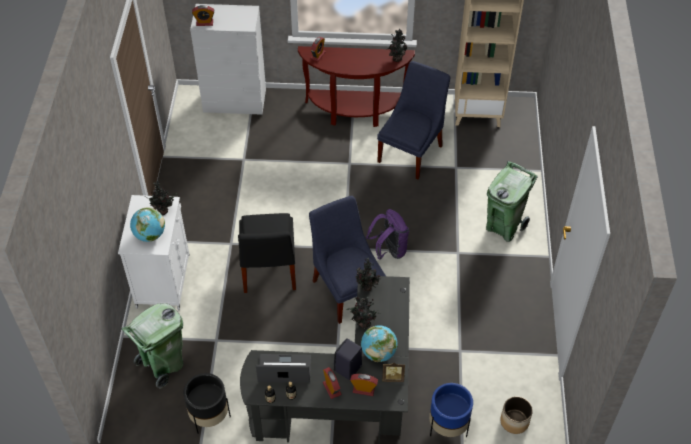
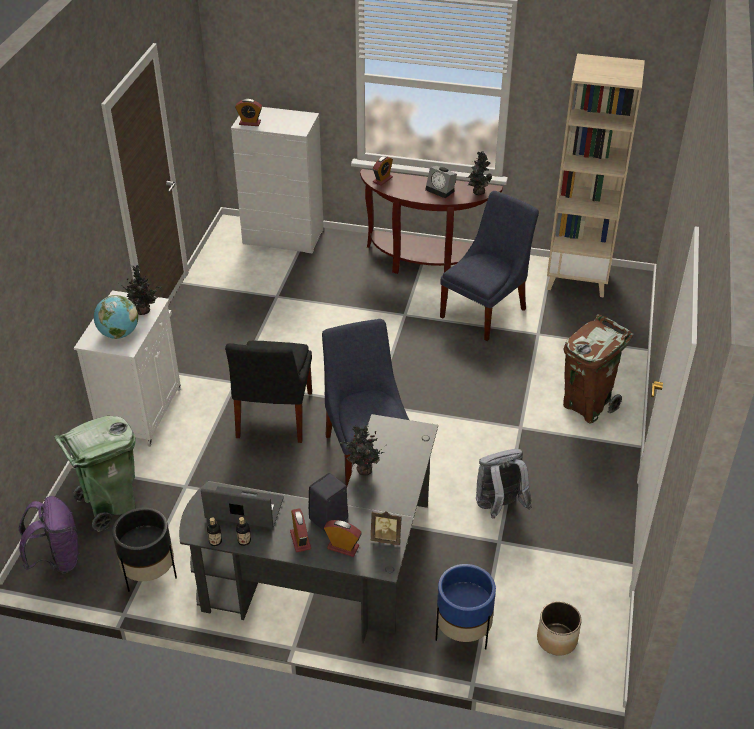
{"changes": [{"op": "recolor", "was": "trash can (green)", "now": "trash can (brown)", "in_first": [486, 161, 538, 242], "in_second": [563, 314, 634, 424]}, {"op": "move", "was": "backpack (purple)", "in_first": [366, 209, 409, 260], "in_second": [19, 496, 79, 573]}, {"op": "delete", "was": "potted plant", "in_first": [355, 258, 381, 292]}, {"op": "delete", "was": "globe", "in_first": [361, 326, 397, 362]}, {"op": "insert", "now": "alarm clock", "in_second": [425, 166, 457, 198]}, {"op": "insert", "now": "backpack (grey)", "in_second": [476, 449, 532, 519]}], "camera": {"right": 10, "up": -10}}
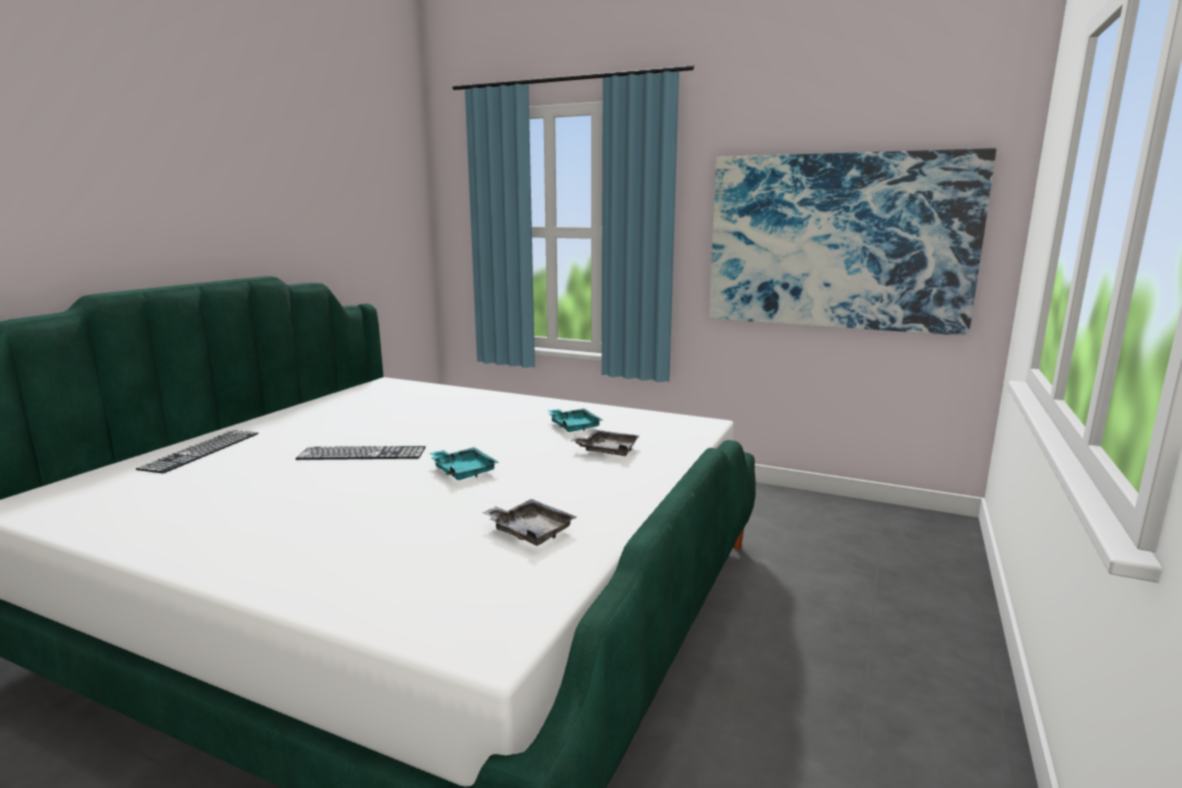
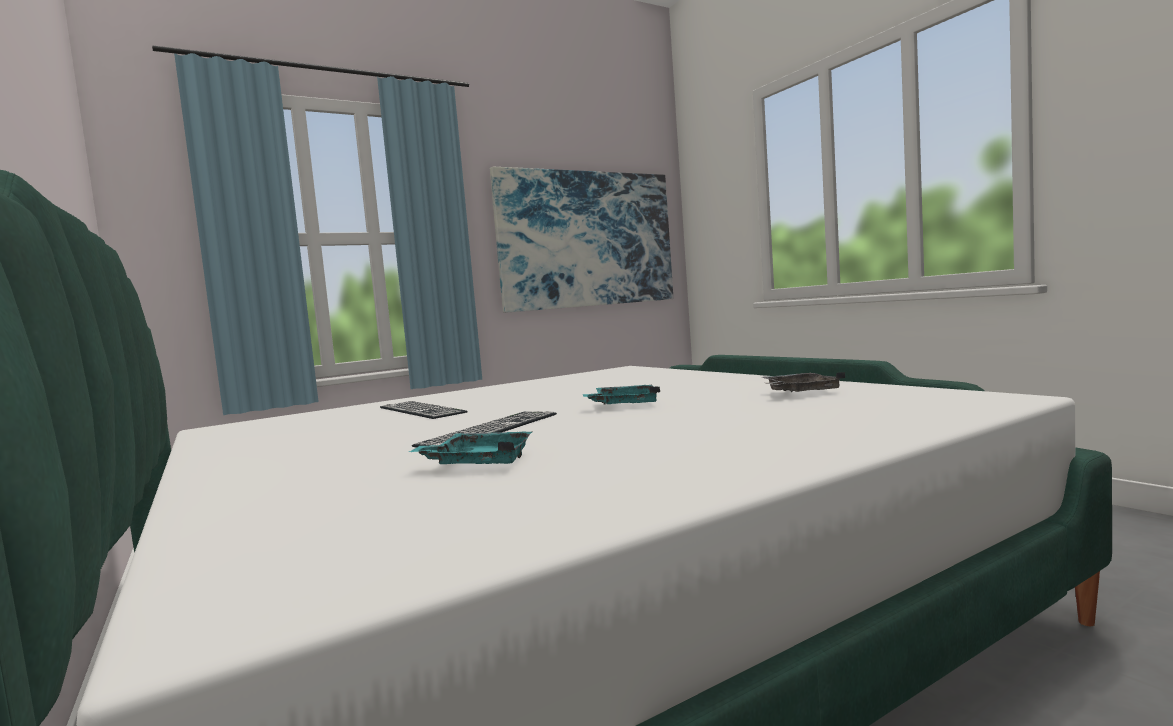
{"changes": [{"op": "move", "was": "tray (turquoise)", "in_first": [547, 408, 603, 432], "in_second": [409, 431, 532, 464]}, {"op": "move", "was": "keyboard", "in_first": [136, 430, 258, 473], "in_second": [380, 401, 468, 419]}, {"op": "delete", "was": "tray (grey)", "in_first": [571, 430, 639, 456]}], "camera": {"right": -55, "up": -10}}
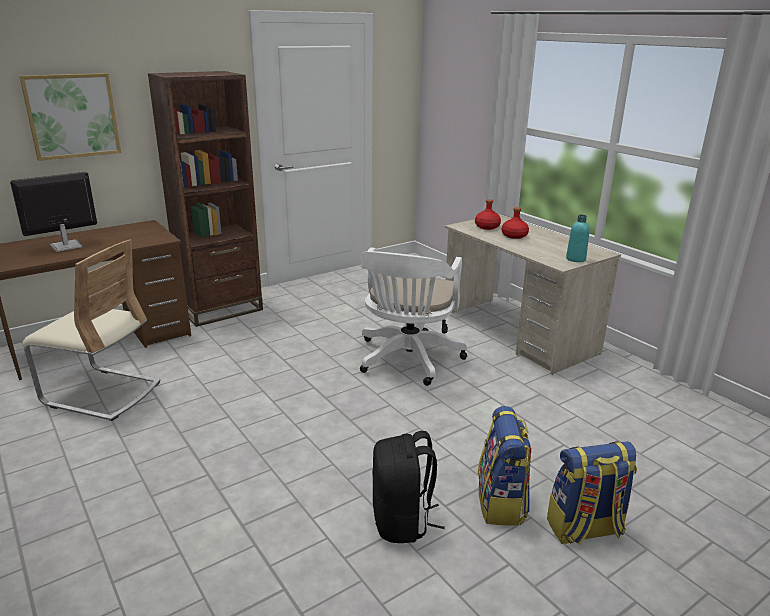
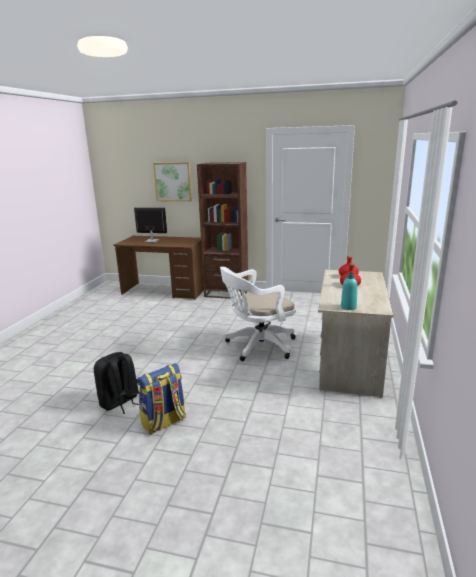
{"changes": [{"op": "delete", "was": "chair (beige)", "in_first": [22, 239, 161, 421]}, {"op": "delete", "was": "backpack", "in_first": [547, 441, 637, 545]}], "camera": {"right": 50, "up": -5}}
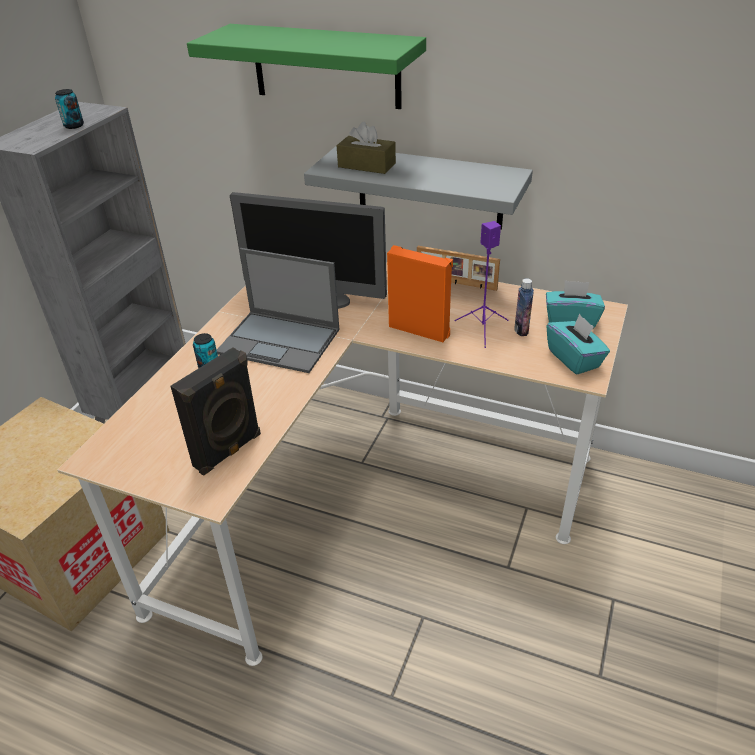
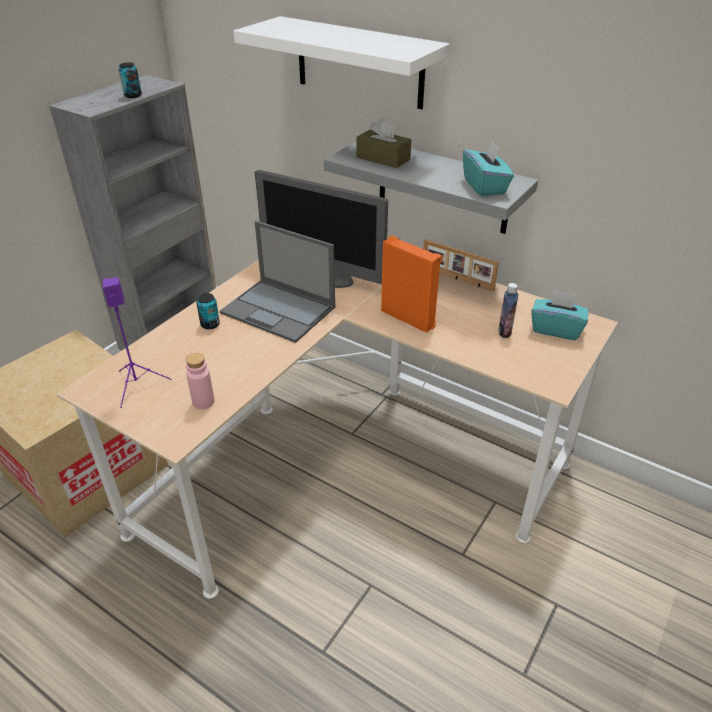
{"changes": [{"op": "recolor", "was": "shelf (green)", "now": "shelf (white)", "in_first": [187, 24, 426, 109], "in_second": [233, 16, 450, 109]}, {"op": "move", "was": "speaker (purple)", "in_first": [454, 221, 509, 348], "in_second": [103, 278, 172, 408]}, {"op": "move", "was": "tissue box (turquoise)", "in_first": [547, 314, 610, 374], "in_second": [463, 140, 514, 196]}, {"op": "replace", "was": "speaker (black)", "now": "bottle (pink)", "in_first": [170, 347, 261, 476], "in_second": [186, 353, 215, 409]}], "camera": {"right": 10, "up": 0}}
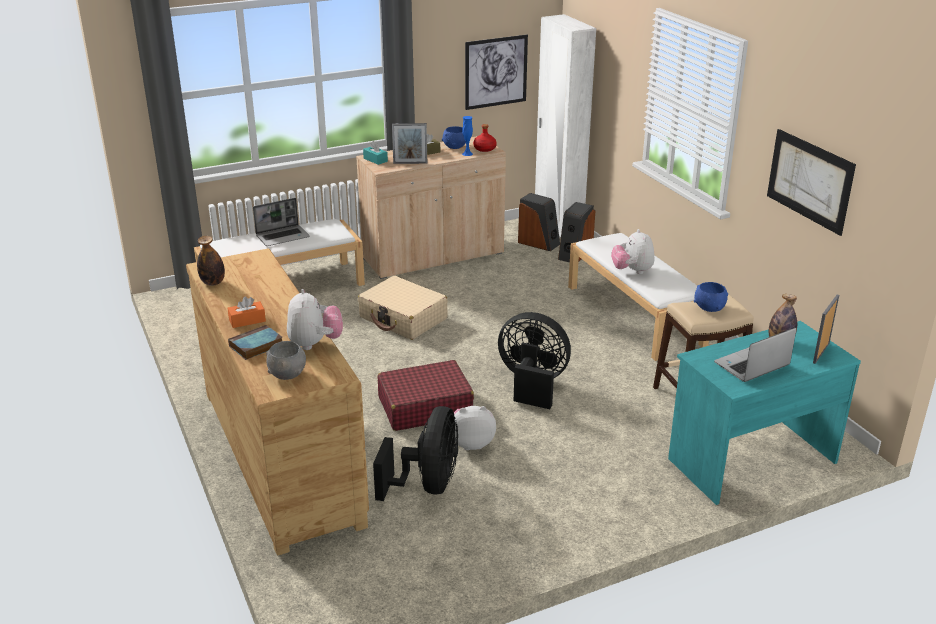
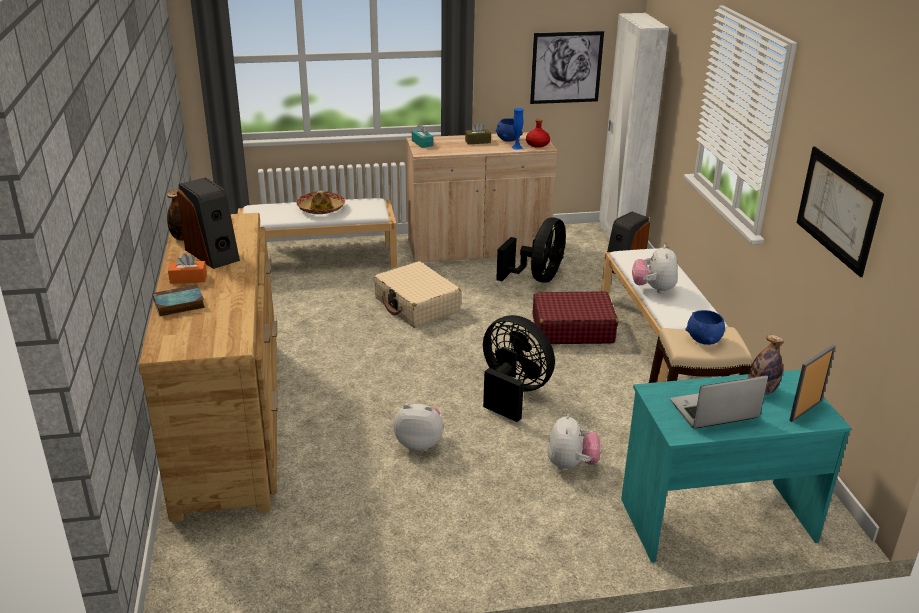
{"changes": [{"op": "delete", "was": "picture frame", "in_first": [392, 123, 427, 164]}, {"op": "move", "was": "speaker", "in_first": [518, 193, 560, 251], "in_second": [177, 177, 240, 269]}, {"op": "replace", "was": "laptop", "now": "hat", "in_first": [253, 198, 310, 246], "in_second": [296, 190, 345, 214]}, {"op": "move", "was": "plush toy", "in_first": [287, 289, 343, 350], "in_second": [547, 414, 601, 471]}, {"op": "delete", "was": "bowl (grey)", "in_first": [266, 341, 306, 380]}, {"op": "move", "was": "suitcase (red)", "in_first": [377, 360, 474, 431], "in_second": [532, 291, 618, 344]}, {"op": "move", "was": "fan (black)", "in_first": [373, 406, 458, 501], "in_second": [496, 217, 566, 283]}], "camera": {"right": 15, "up": 0}}
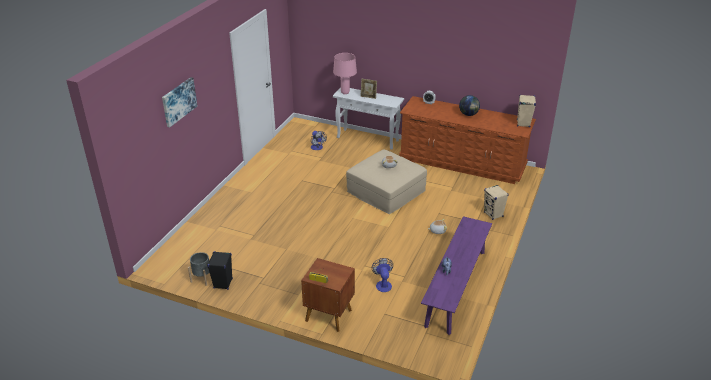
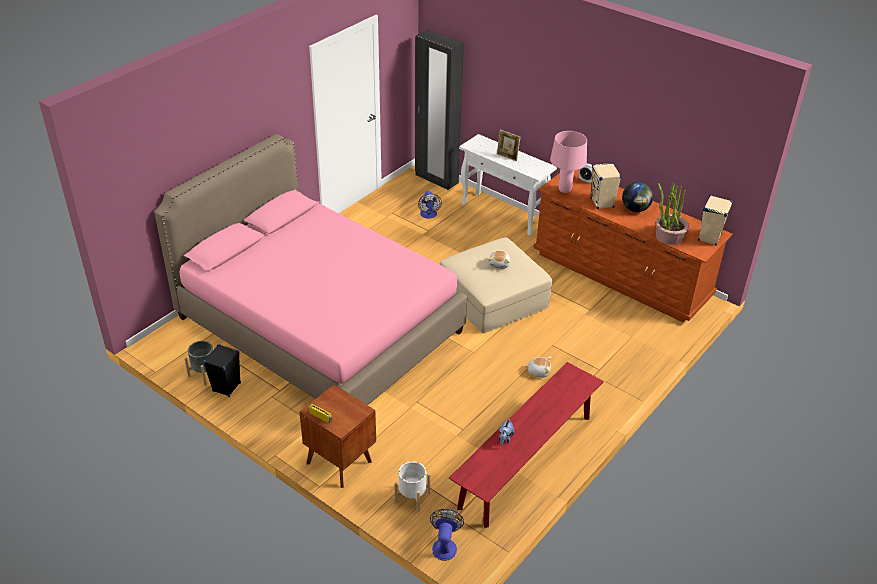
{"changes": [{"op": "move", "was": "table lamp (pink)", "in_first": [333, 53, 357, 94], "in_second": [550, 131, 587, 193]}, {"op": "delete", "was": "picture", "in_first": [162, 77, 197, 127]}, {"op": "move", "was": "speaker (beige)", "in_first": [484, 185, 509, 220], "in_second": [591, 163, 621, 209]}, {"op": "recolor", "was": "bench (purple)", "now": "bench (red)", "in_first": [421, 216, 492, 335], "in_second": [449, 362, 604, 528]}, {"op": "move", "was": "fan", "in_first": [372, 258, 393, 292], "in_second": [430, 509, 464, 561]}, {"op": "insert", "now": "wardrobe (black)", "in_second": [415, 30, 464, 190]}, {"op": "insert", "now": "bed (pink)", "in_second": [154, 134, 467, 405]}, {"op": "insert", "now": "potted plant", "in_second": [655, 183, 689, 245]}, {"op": "insert", "now": "planter (white)", "in_second": [394, 461, 430, 512]}], "camera": {"right": 15, "up": 5}}
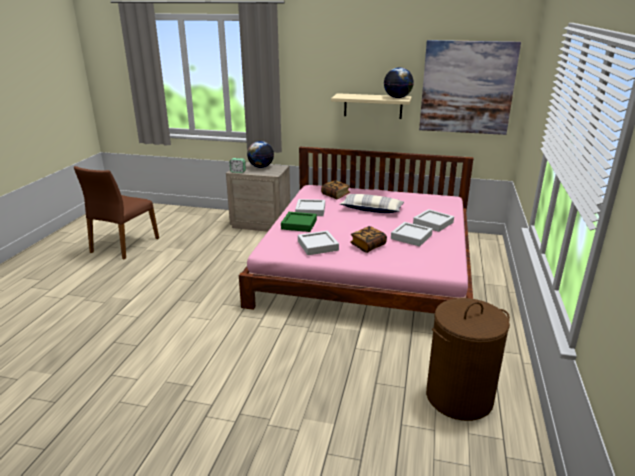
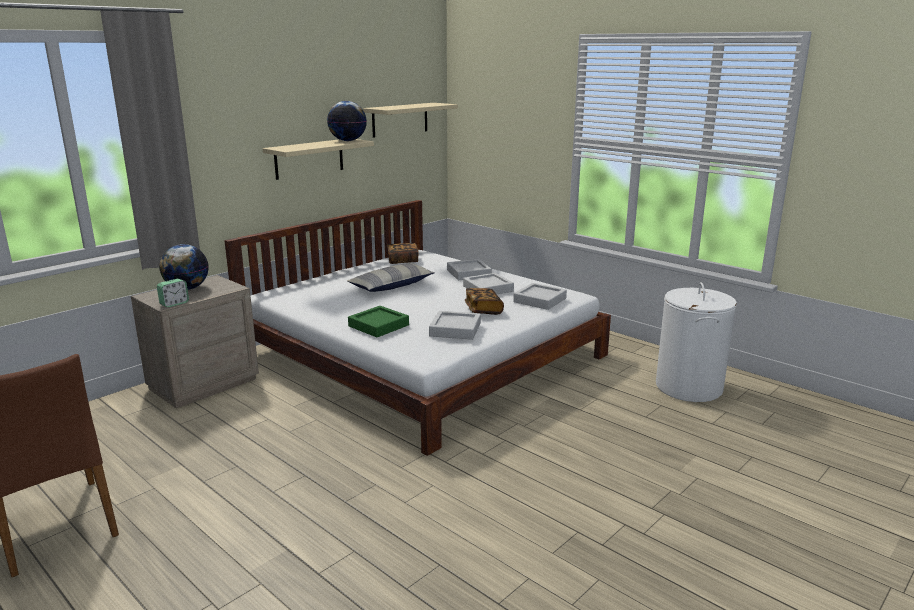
{"changes": [{"op": "replace", "was": "picture", "now": "shelf (beige)", "in_first": [419, 40, 521, 135], "in_second": [363, 103, 458, 138]}, {"op": "recolor", "was": "bed (pink)", "now": "bed (white)", "in_first": [239, 147, 473, 314], "in_second": [224, 200, 611, 456]}, {"op": "move", "was": "book", "in_first": [321, 180, 350, 199], "in_second": [387, 243, 419, 264]}, {"op": "move", "was": "tray (grey)", "in_first": [295, 199, 325, 216], "in_second": [513, 283, 567, 310]}, {"op": "recolor", "was": "laundry basket (brown)", "now": "laundry basket (white)", "in_first": [426, 298, 510, 421], "in_second": [656, 282, 737, 402]}], "camera": {"right": -60, "up": -5}}
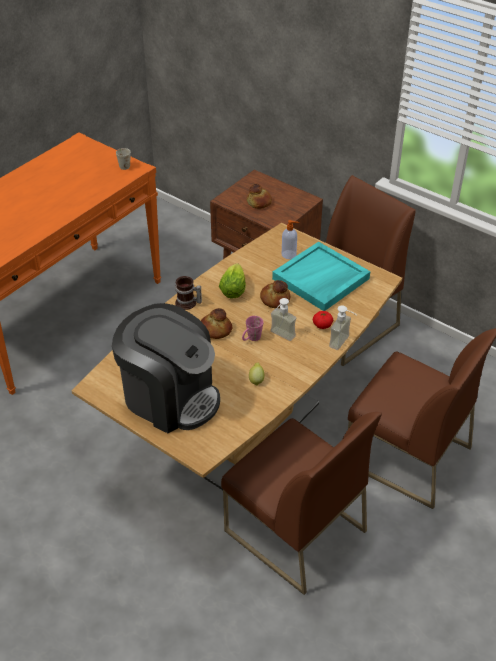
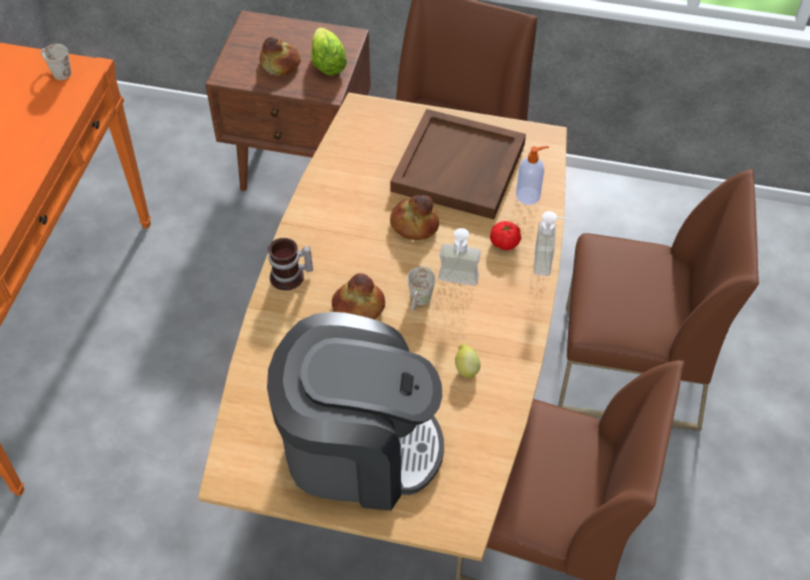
{"changes": [{"op": "move", "was": "soap dispenser", "in_first": [282, 220, 299, 259], "in_second": [516, 146, 549, 205]}, {"op": "recolor", "was": "tray (turquoise)", "now": "tray (brown)", "in_first": [272, 241, 370, 311], "in_second": [390, 109, 526, 219]}, {"op": "move", "was": "lettuce", "in_first": [219, 263, 246, 298], "in_second": [311, 27, 347, 75]}, {"op": "recolor", "was": "mug (pink)", "now": "mug (white)", "in_first": [242, 316, 263, 341], "in_second": [407, 267, 436, 311]}], "camera": {"right": -25, "up": 10}}
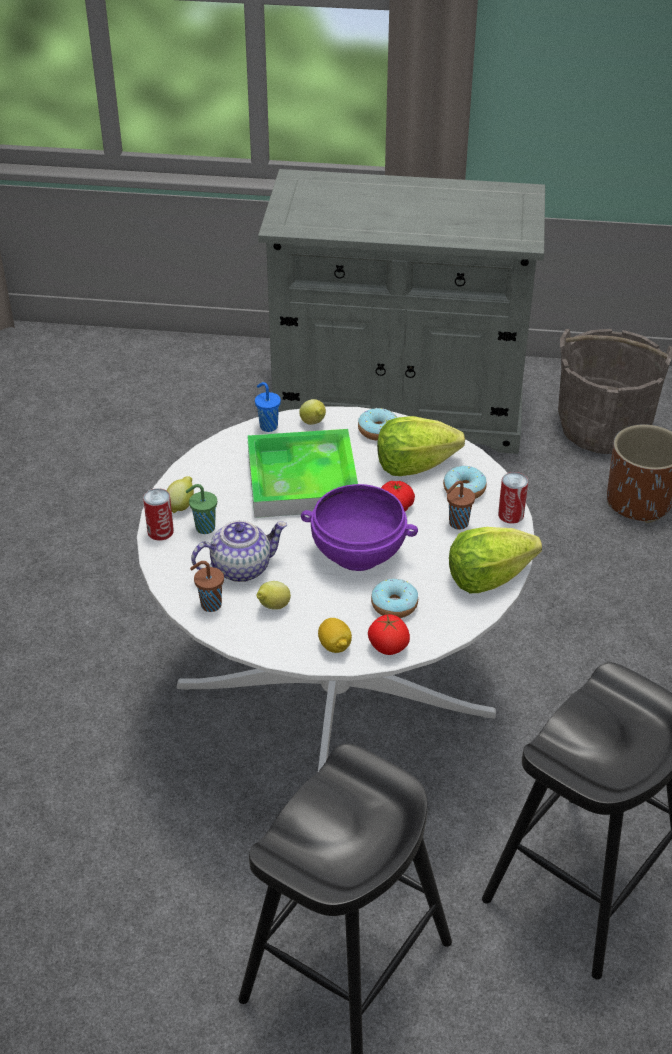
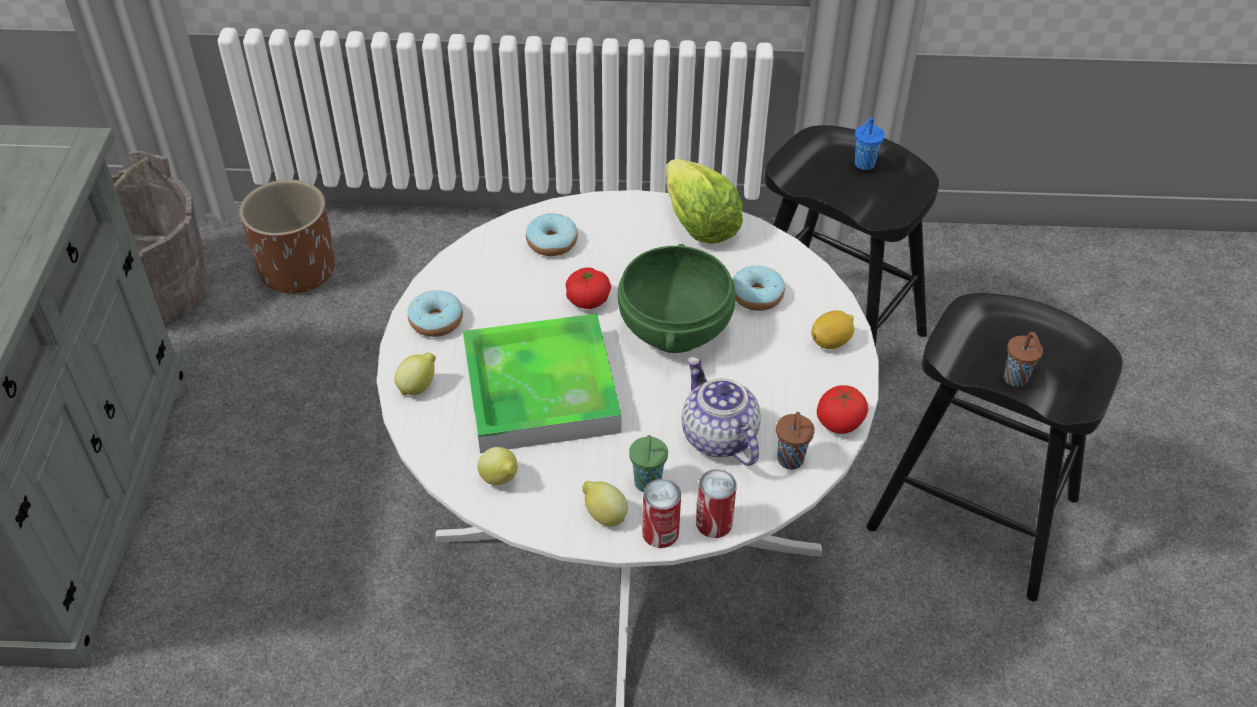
{"changes": [{"op": "move", "was": "cup (blue)", "in_first": [255, 382, 281, 432], "in_second": [855, 117, 885, 170]}, {"op": "delete", "was": "lettuce", "in_first": [377, 416, 465, 476]}, {"op": "move", "was": "can", "in_first": [498, 472, 528, 524], "in_second": [696, 469, 737, 538]}, {"op": "move", "was": "cup (brown)", "in_first": [446, 481, 475, 530], "in_second": [1004, 332, 1043, 387]}, {"op": "recolor", "was": "bowl (purple)", "now": "bowl (green)", "in_first": [301, 484, 418, 571], "in_second": [618, 244, 736, 353]}, {"op": "move", "was": "lemon", "in_first": [256, 581, 291, 610], "in_second": [477, 447, 518, 485]}, {"op": "move", "was": "tomato", "in_first": [368, 614, 410, 655], "in_second": [817, 385, 868, 434]}], "camera": {"right": -95, "up": 5}}
